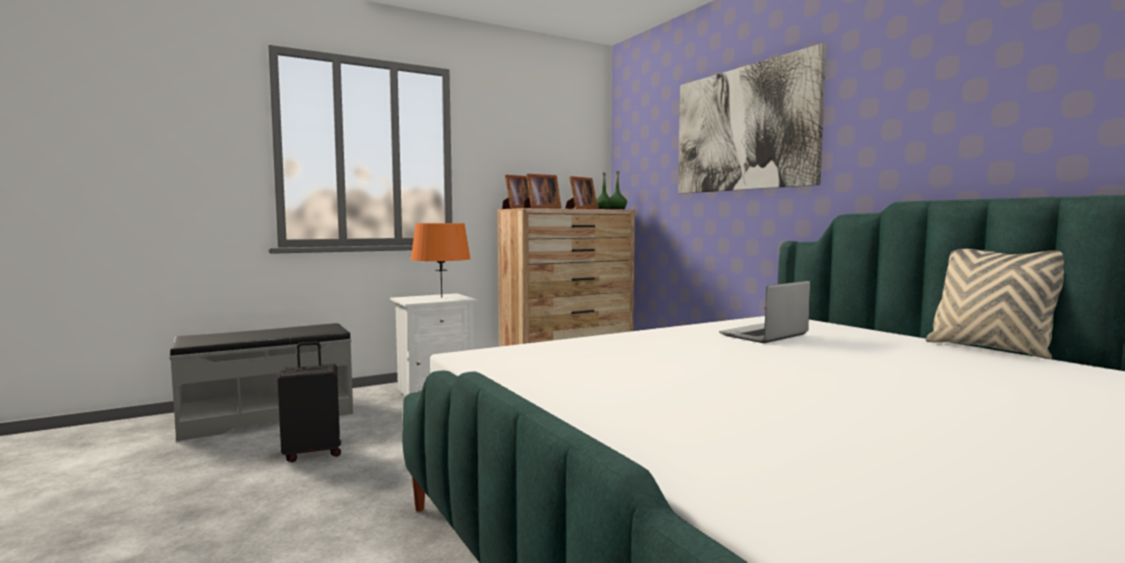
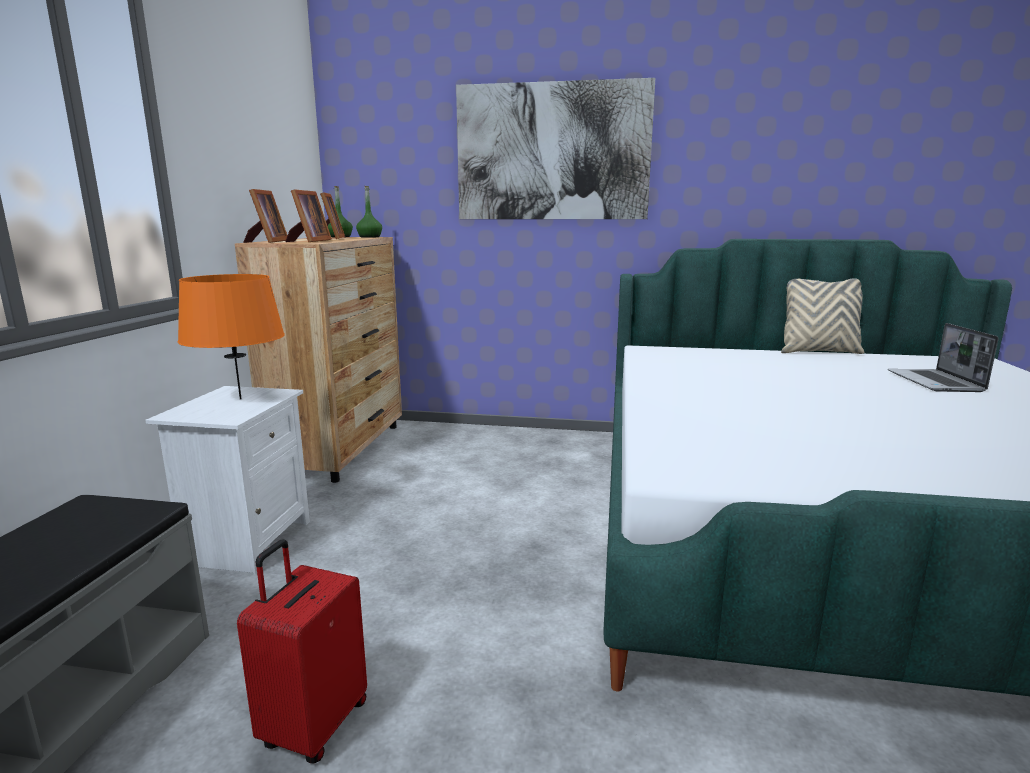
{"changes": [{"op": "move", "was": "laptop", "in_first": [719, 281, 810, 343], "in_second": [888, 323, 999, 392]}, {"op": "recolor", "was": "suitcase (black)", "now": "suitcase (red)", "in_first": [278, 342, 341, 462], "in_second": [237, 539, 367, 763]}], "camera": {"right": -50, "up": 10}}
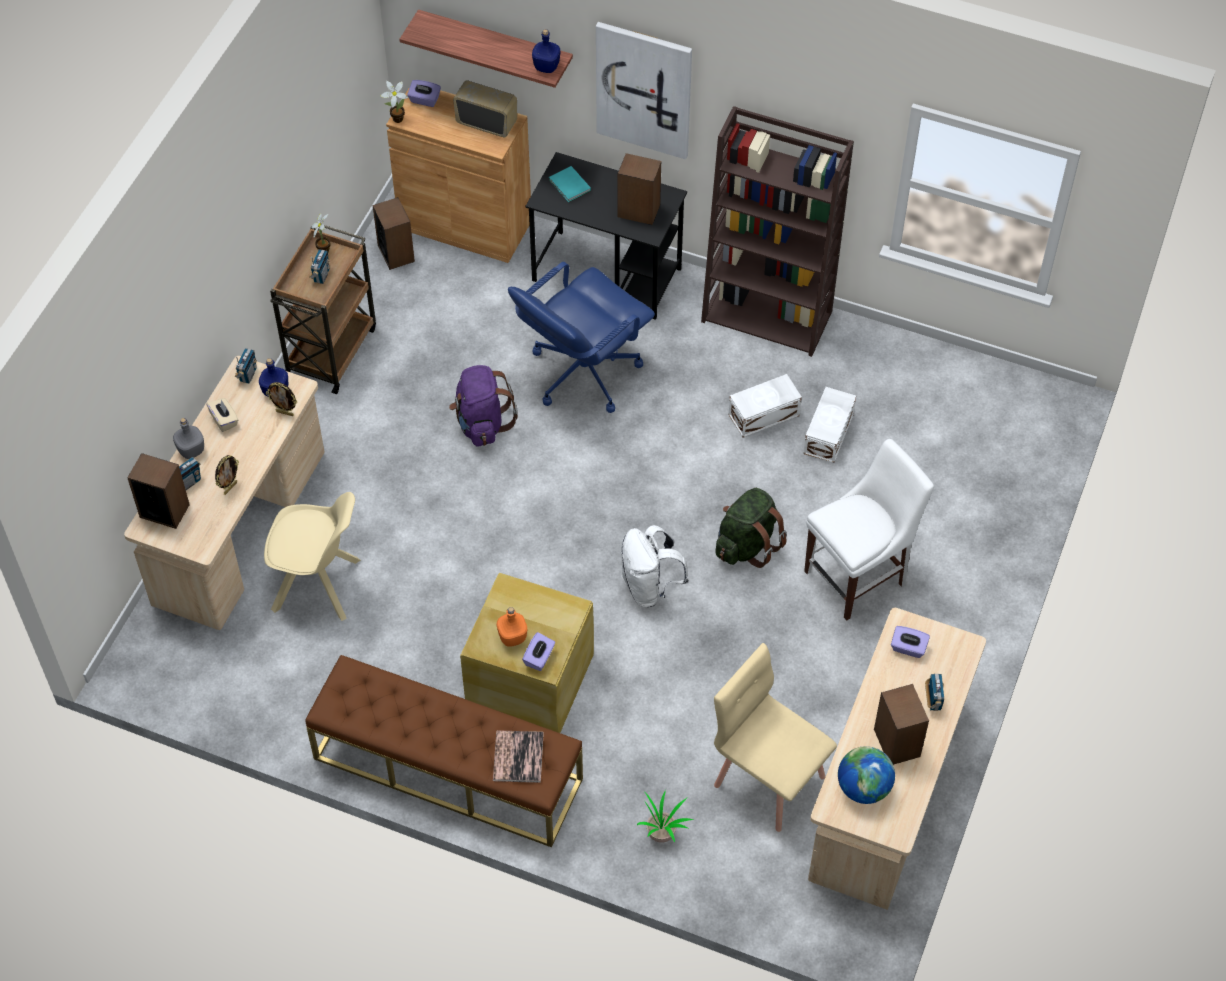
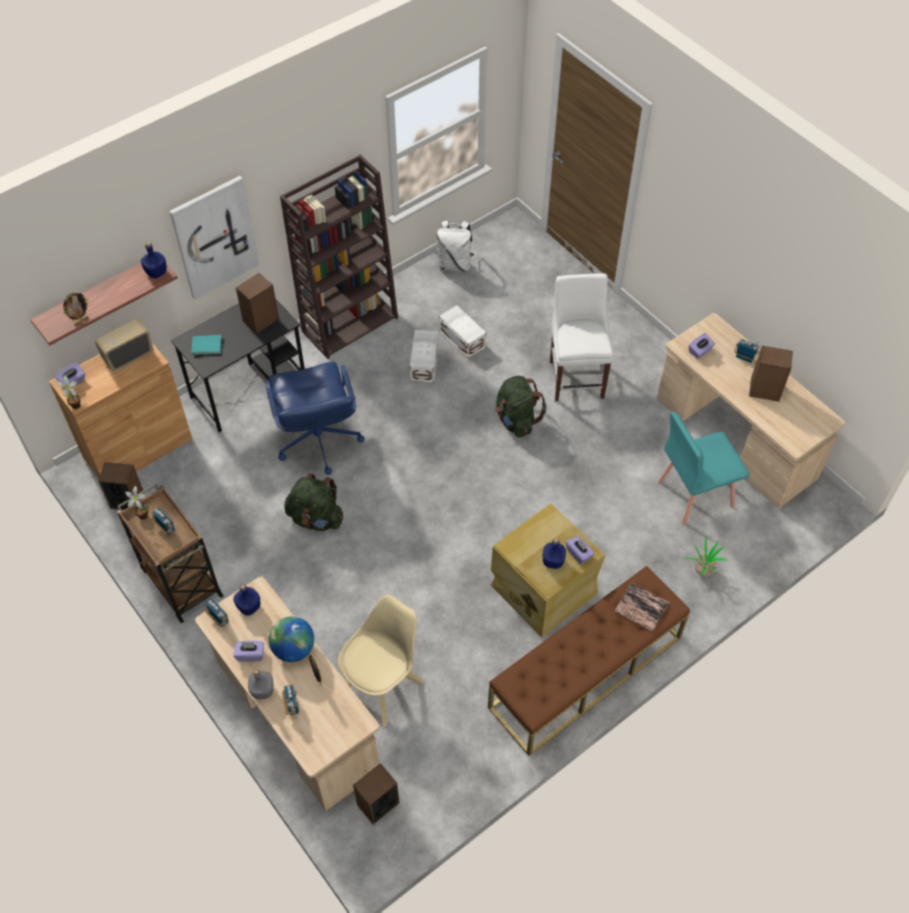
{"changes": [{"op": "recolor", "was": "backpack (purple)", "now": "backpack (green)", "in_first": [449, 365, 518, 447], "in_second": [284, 473, 343, 531]}, {"op": "move", "was": "picture frame", "in_first": [266, 382, 297, 416], "in_second": [63, 292, 88, 326]}, {"op": "recolor", "was": "tissue box (beige)", "now": "tissue box (purple)", "in_first": [206, 398, 238, 432], "in_second": [233, 641, 264, 662]}, {"op": "move", "was": "speaker", "in_first": [127, 453, 190, 529], "in_second": [353, 763, 399, 824]}, {"op": "move", "was": "backpack (white)", "in_first": [621, 525, 689, 607], "in_second": [436, 220, 474, 272]}, {"op": "recolor", "was": "bottle (orange)", "now": "bottle (blue)", "in_first": [497, 607, 527, 647], "in_second": [543, 539, 566, 569]}, {"op": "recolor", "was": "chair (beige)", "now": "chair (turquoise)", "in_first": [714, 643, 837, 832], "in_second": [658, 412, 750, 525]}, {"op": "move", "was": "globe", "in_first": [838, 746, 895, 804], "in_second": [269, 616, 314, 662]}], "camera": {"right": -60, "up": 0}}
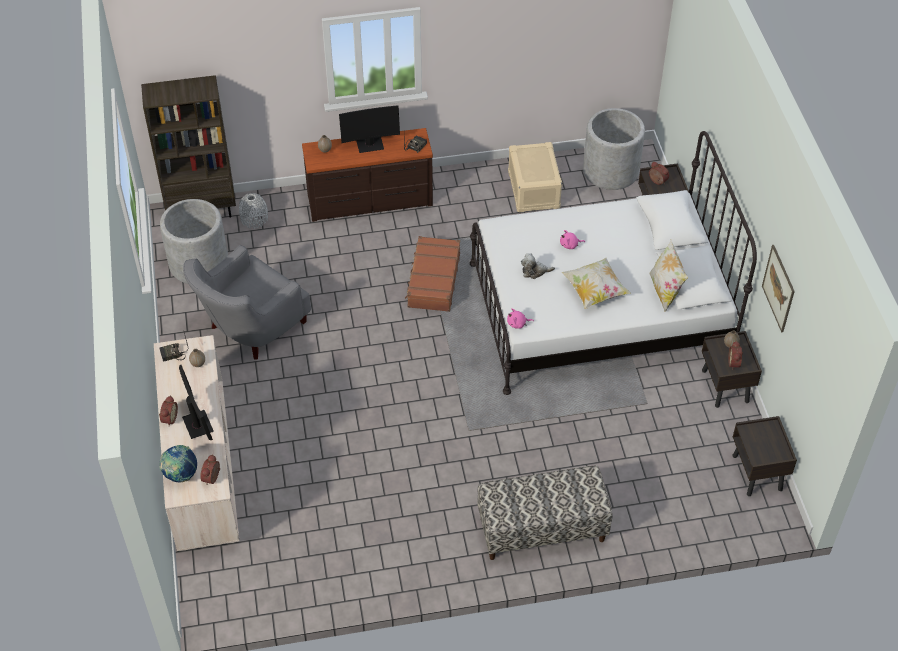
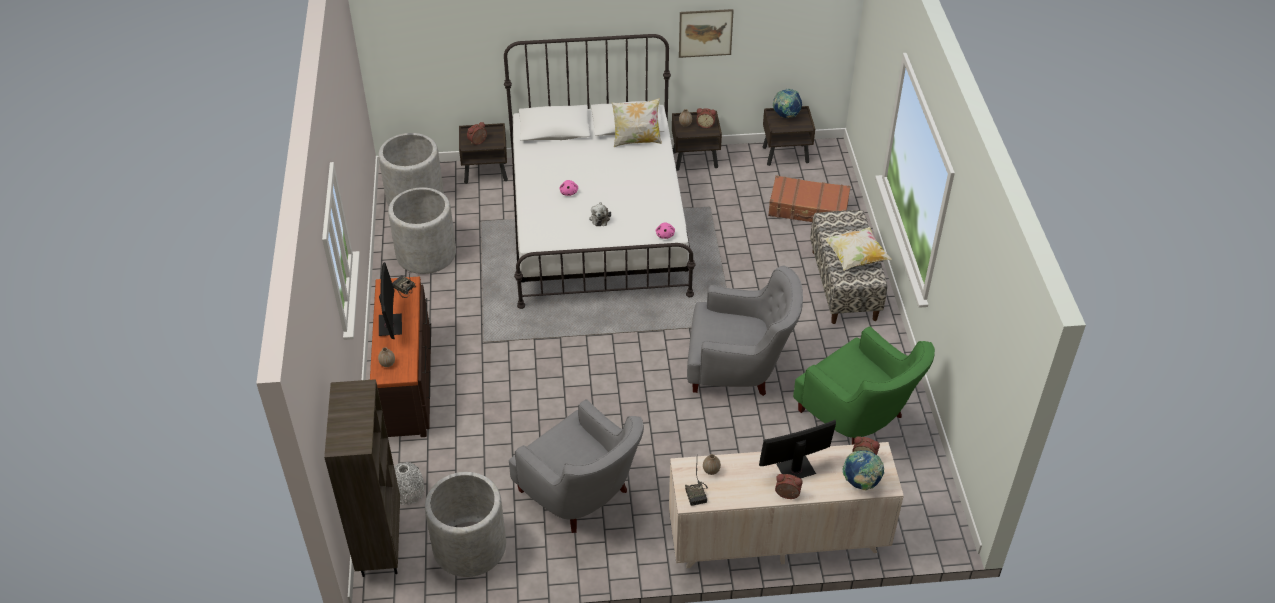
{"changes": [{"op": "replace", "was": "storage box (beige)", "now": "planter (grey)", "in_first": [508, 142, 562, 212], "in_second": [388, 187, 456, 274]}, {"op": "move", "was": "suitcase (brown)", "in_first": [405, 236, 460, 312], "in_second": [768, 175, 851, 222]}, {"op": "move", "was": "pillow", "in_first": [562, 258, 631, 309], "in_second": [824, 227, 892, 270]}, {"op": "insert", "now": "globe", "in_second": [773, 89, 802, 118]}, {"op": "insert", "now": "armchair (grey)", "in_second": [687, 266, 803, 396]}, {"op": "insert", "now": "armchair (green)", "in_second": [793, 326, 935, 445]}], "camera": {"right": -85, "up": -5}}
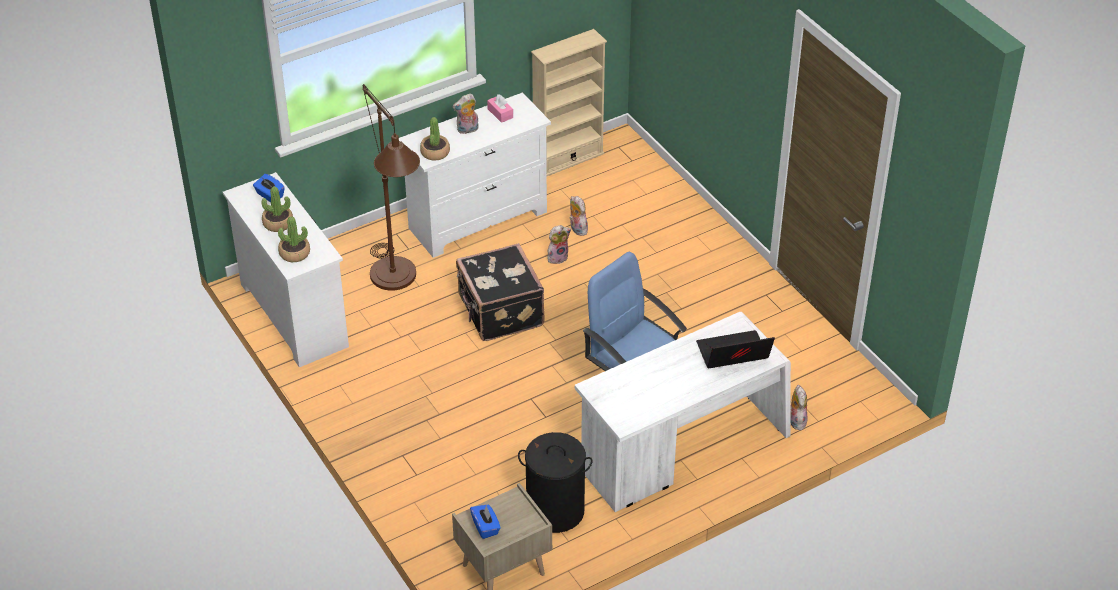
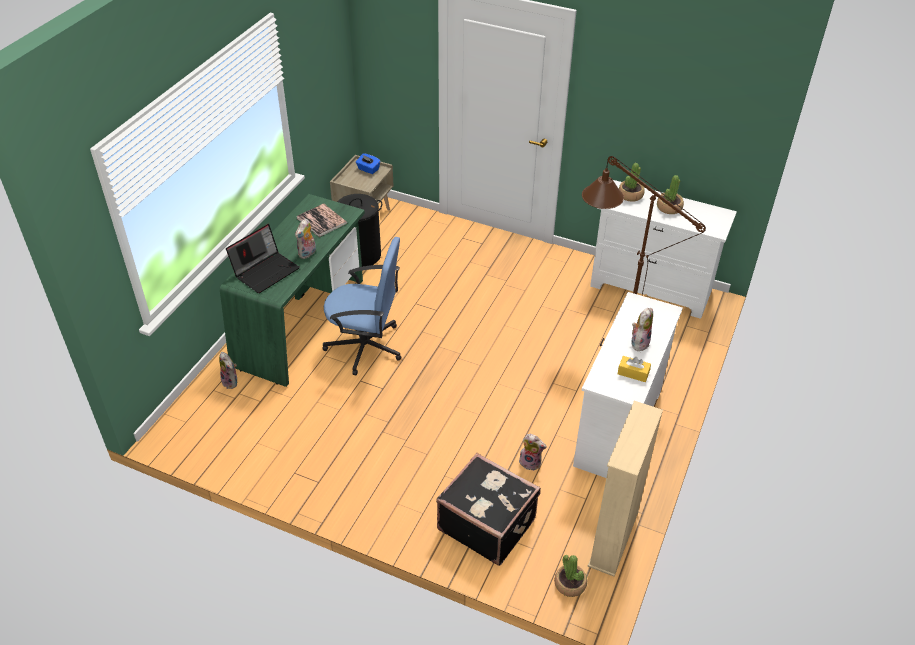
{"changes": [{"op": "recolor", "was": "tissue box (pink)", "now": "tissue box (yellow)", "in_first": [487, 94, 513, 123], "in_second": [618, 356, 651, 382]}, {"op": "move", "was": "potted plant", "in_first": [420, 117, 450, 161], "in_second": [554, 555, 587, 597]}, {"op": "delete", "was": "tissue box (blue)", "in_first": [253, 174, 285, 202]}, {"op": "move", "was": "plush toy", "in_first": [548, 225, 571, 264], "in_second": [295, 219, 316, 259]}, {"op": "move", "was": "suitcase (black)", "in_first": [456, 243, 545, 341], "in_second": [436, 453, 541, 566]}, {"op": "recolor", "was": "desk (white)", "now": "desk (green)", "in_first": [575, 312, 791, 512], "in_second": [220, 194, 365, 387]}, {"op": "insert", "now": "book", "in_second": [297, 203, 347, 237]}], "camera": {"right": 145, "up": 0}}
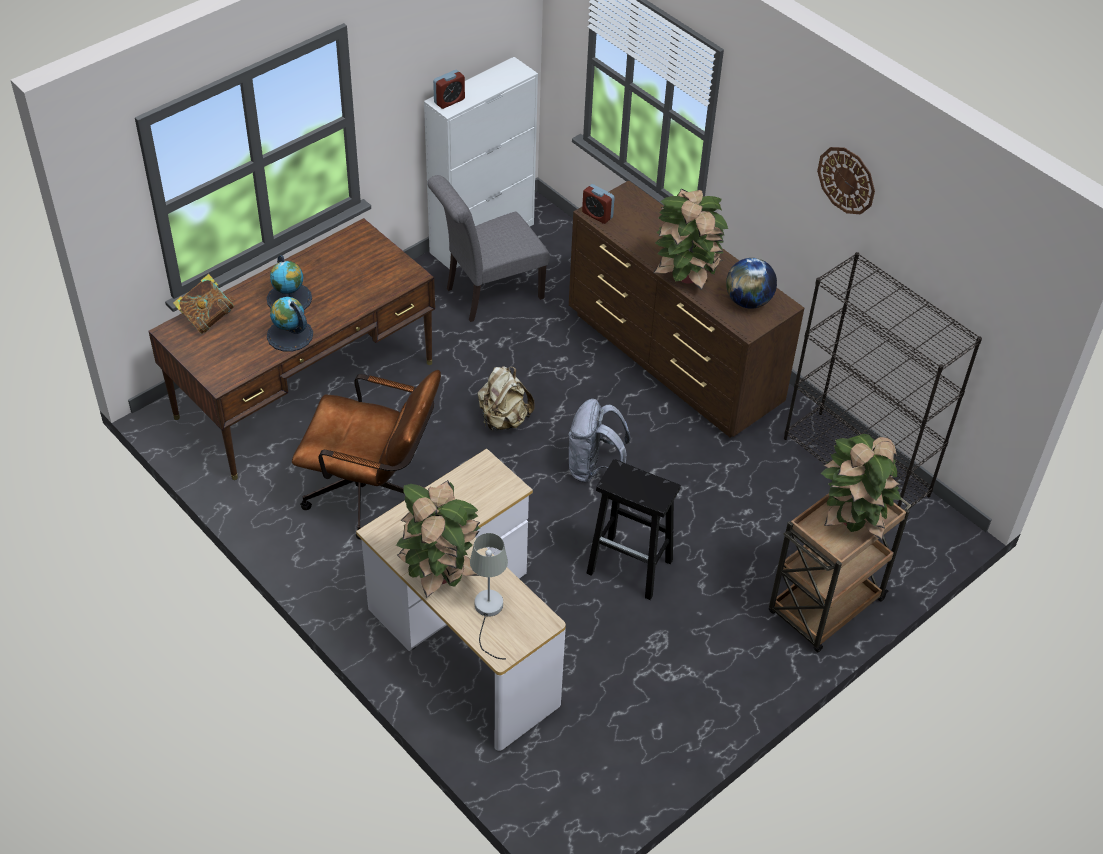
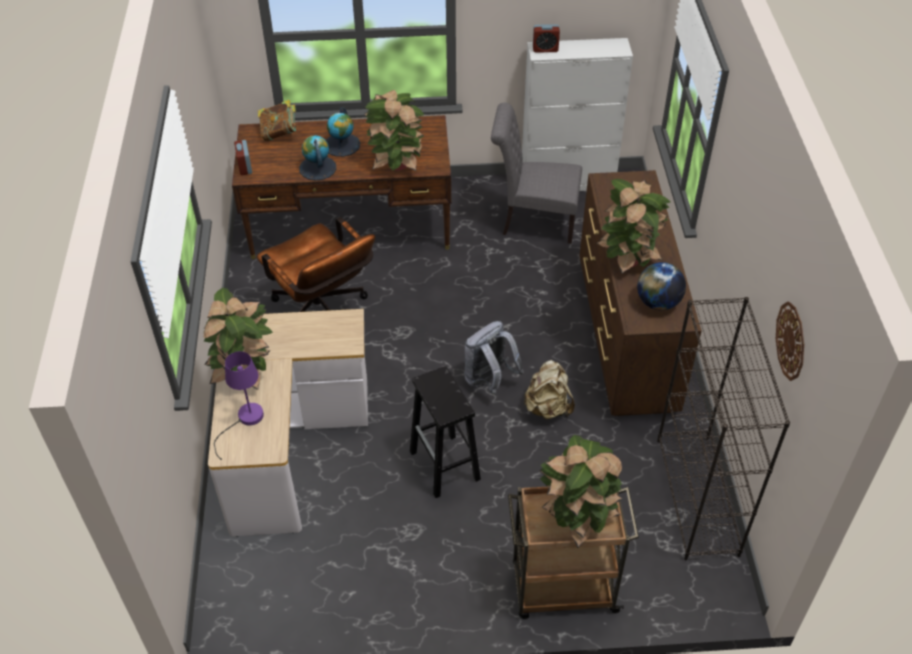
{"changes": [{"op": "move", "was": "wall clock", "in_first": [817, 147, 875, 214], "in_second": [776, 301, 804, 381]}, {"op": "move", "was": "alarm clock", "in_first": [582, 184, 615, 224], "in_second": [234, 140, 252, 175]}, {"op": "move", "was": "backpack (beige)", "in_first": [478, 366, 535, 431], "in_second": [524, 360, 575, 419]}, {"op": "recolor", "was": "table lamp (grey)", "now": "table lamp (purple)", "in_first": [470, 533, 508, 660], "in_second": [214, 351, 264, 460]}, {"op": "insert", "now": "potted plant", "in_second": [364, 90, 424, 171]}], "camera": {"right": 40, "up": 0}}
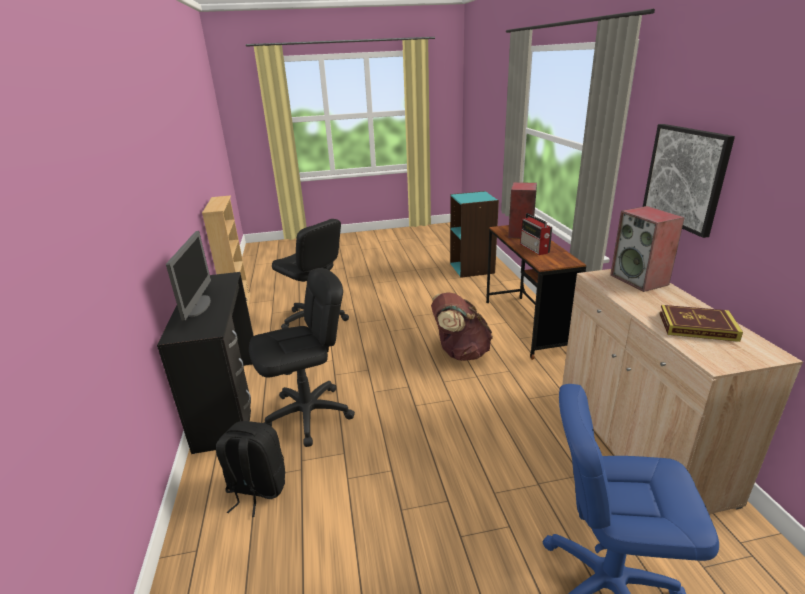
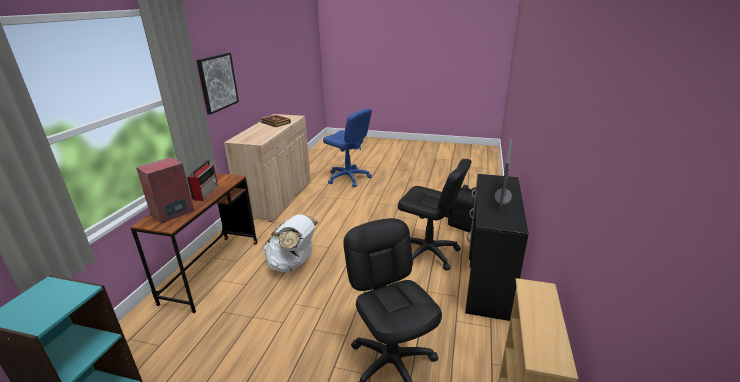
{"changes": [{"op": "delete", "was": "speaker", "in_first": [610, 206, 685, 292]}, {"op": "rotate", "was": "office chair (black)", "in_first": [249, 268, 355, 447], "in_second": [398, 159, 472, 270], "clockwise": -150}, {"op": "recolor", "was": "backpack (brown)", "now": "backpack (white)", "in_first": [431, 292, 493, 361], "in_second": [263, 214, 318, 272]}], "camera": {"right": -155, "up": 0}}
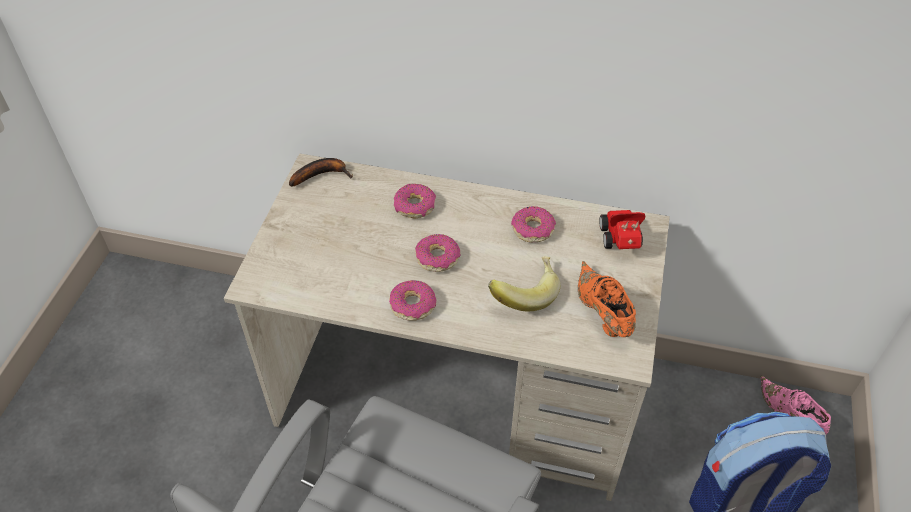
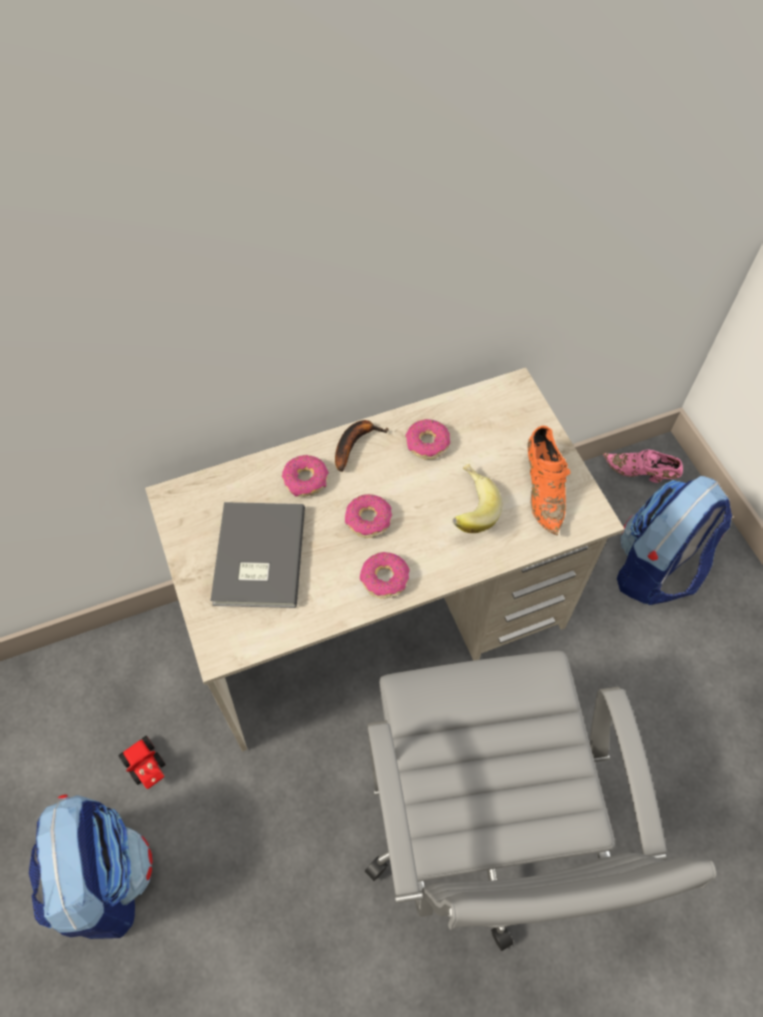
{"changes": [{"op": "move", "was": "banana", "in_first": [289, 158, 353, 186], "in_second": [335, 420, 389, 472]}, {"op": "move", "was": "toy car", "in_first": [599, 210, 646, 249], "in_second": [118, 736, 166, 789]}, {"op": "rotate", "was": "shoe (orange)", "in_first": [578, 261, 636, 337], "in_second": [528, 426, 570, 535], "clockwise": -135}, {"op": "insert", "now": "book (grey)", "in_second": [210, 502, 305, 608]}, {"op": "insert", "now": "backpack", "in_second": [29, 794, 153, 939]}], "camera": {"right": -35, "up": 10}}
